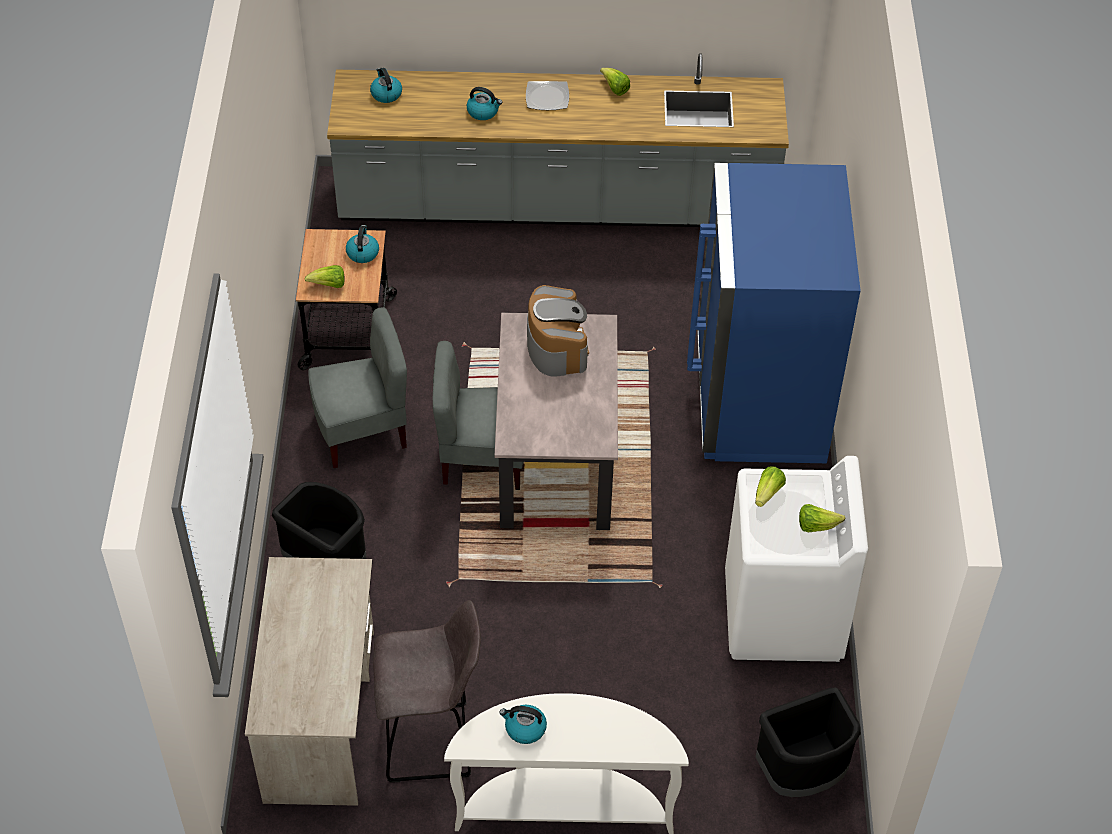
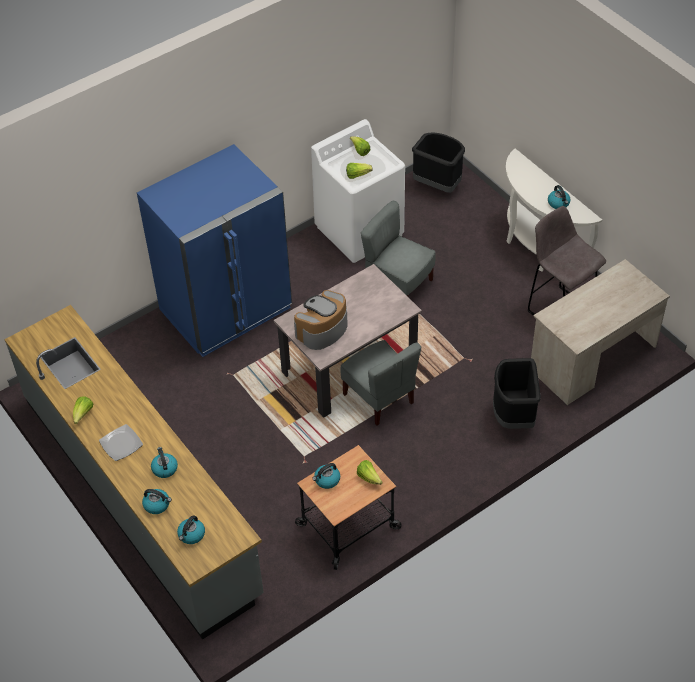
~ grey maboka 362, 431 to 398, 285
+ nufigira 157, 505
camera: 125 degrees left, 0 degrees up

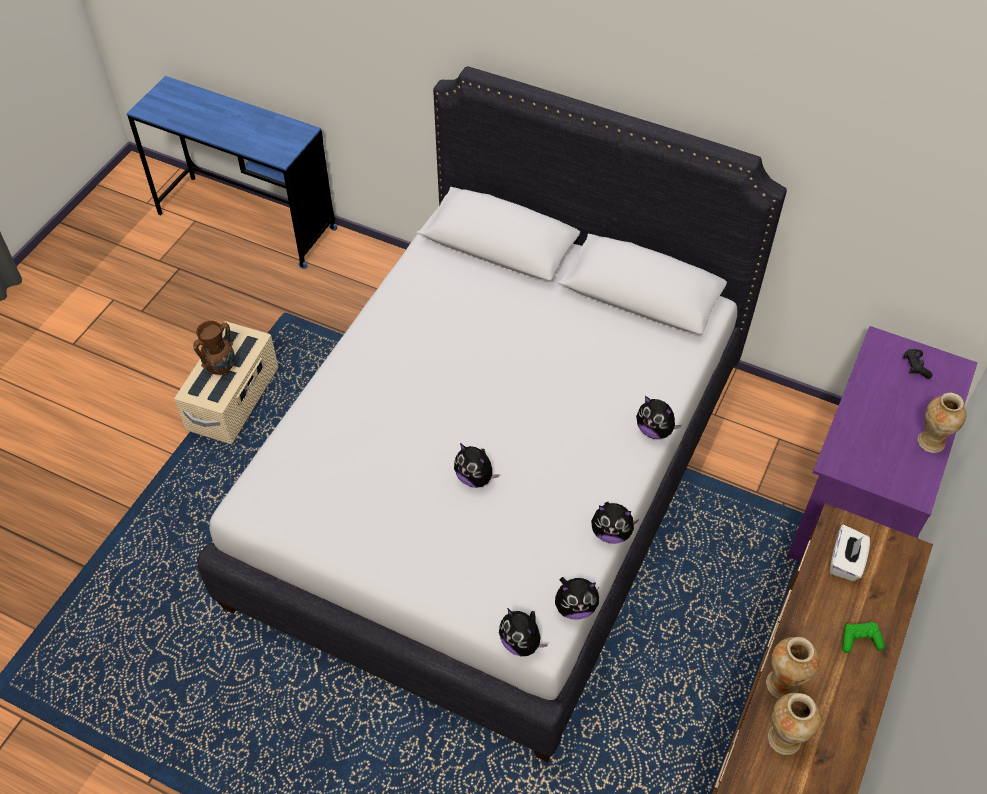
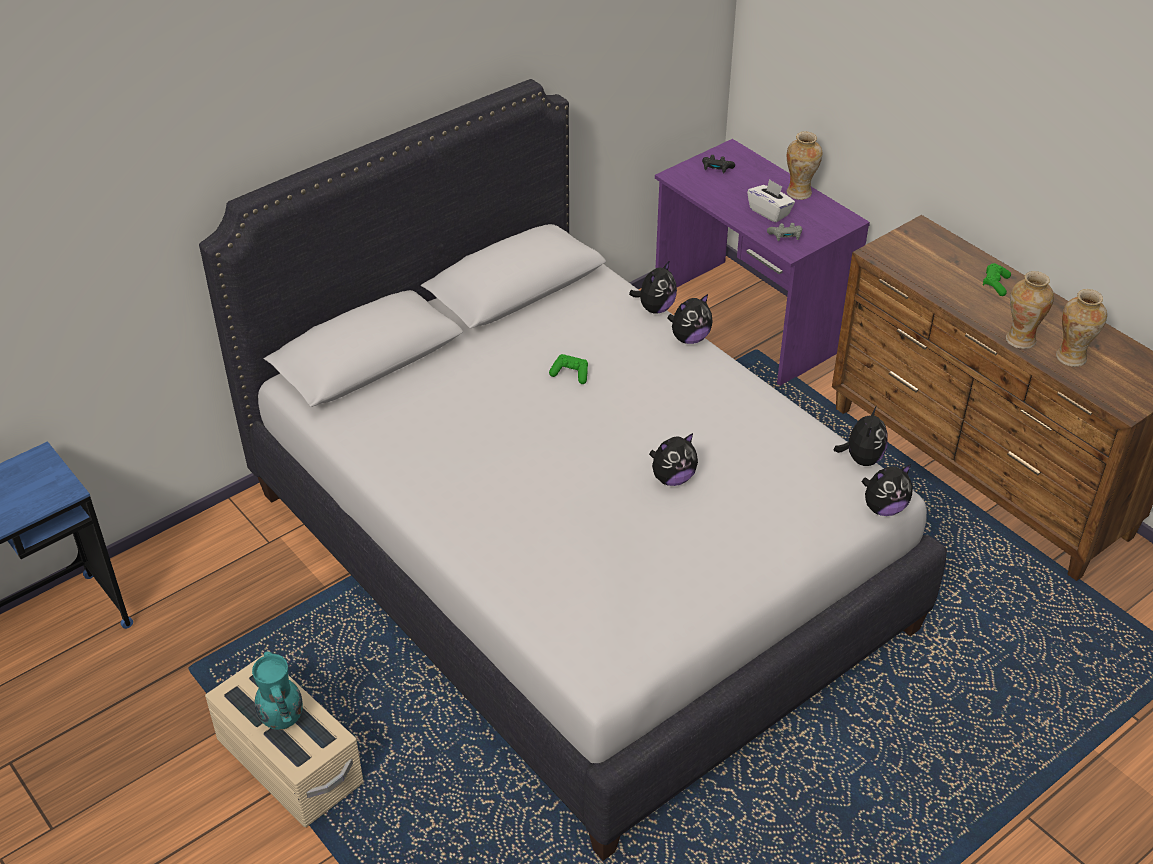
~ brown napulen 220, 368 to turquoise napulen 282, 720
~ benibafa 611, 533 to 655, 308
~ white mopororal 845, 562 to 769, 212
+ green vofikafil 570, 374
+ grey vofikafil 785, 237
camera: 65 degrees left, 10 degrees down

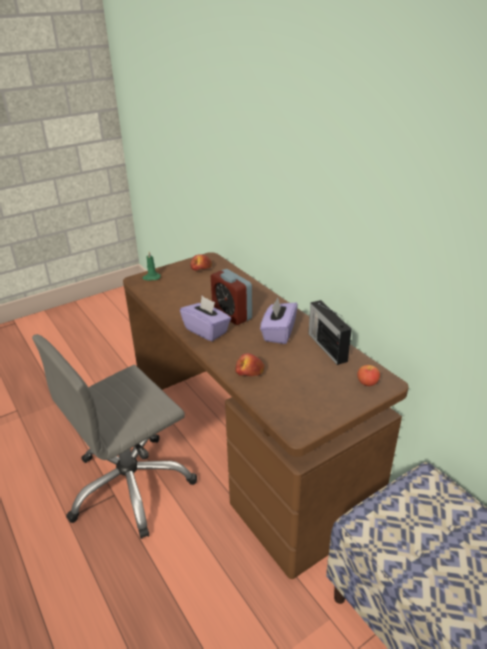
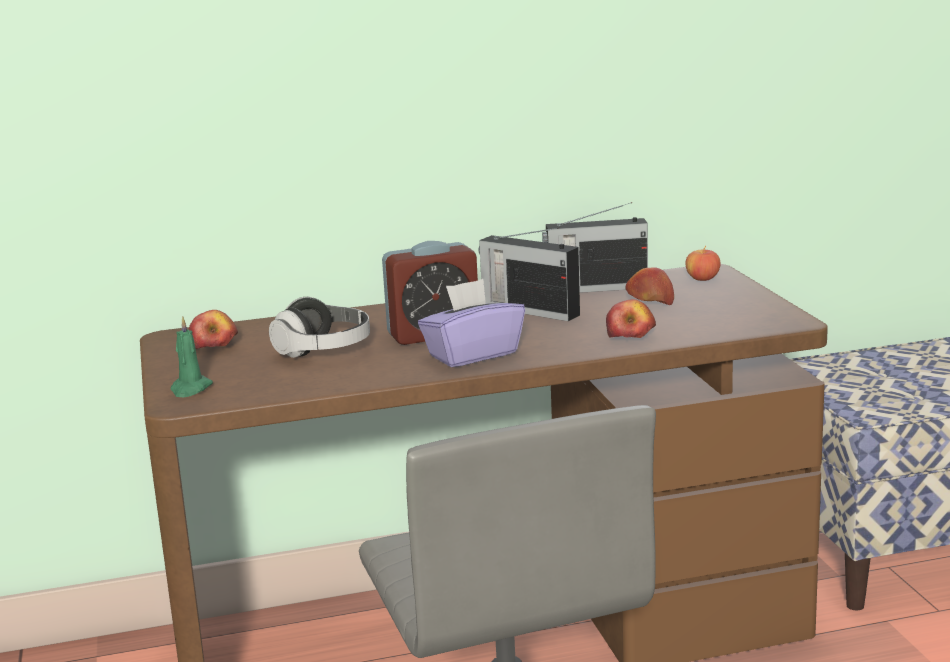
~ purple mopororal 278, 333 to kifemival 529, 310
+ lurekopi 323, 350
+ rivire 649, 301
camera: 70 degrees left, 15 degrees down

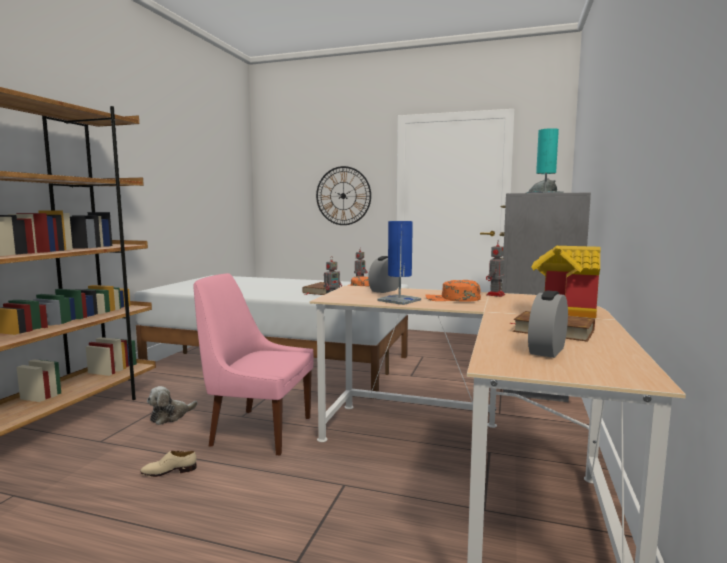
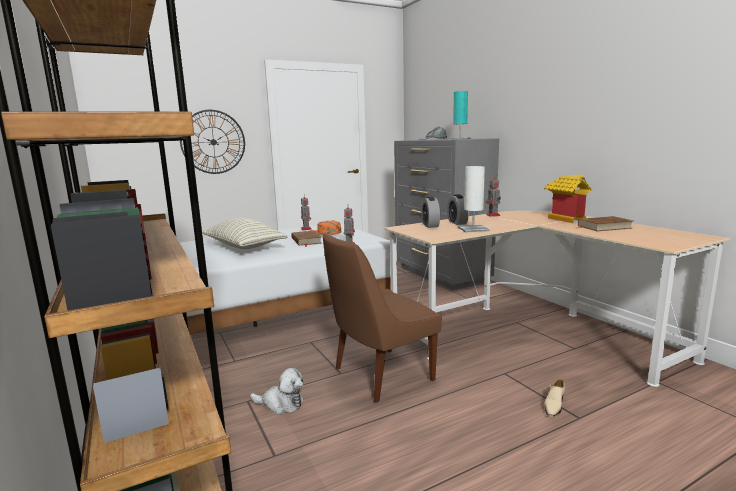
~ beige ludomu 169, 471 to 554, 405
~ benibafa 170, 416 = 281, 404 75 degrees counterclockwise
~ pink maboka 258, 431 to brown maboka 380, 375
~ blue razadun 399, 300 to white razadun 473, 229
- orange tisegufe 452, 299
~ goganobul 547, 350 to 457, 222
+ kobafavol 243, 247
camera: 45 degrees left, 5 degrees up

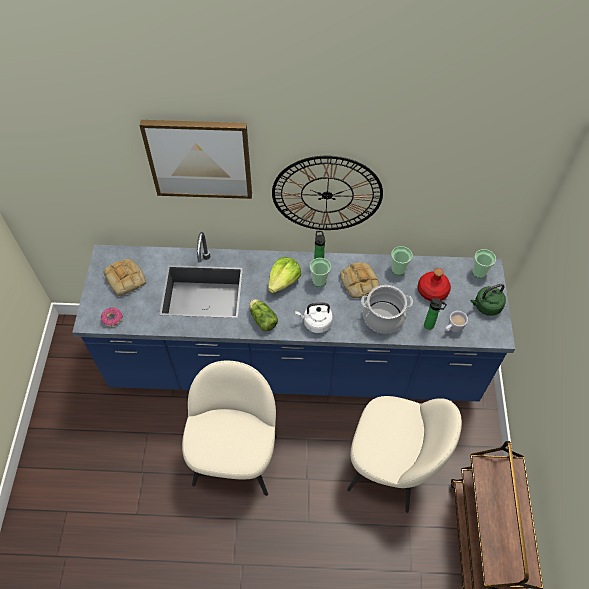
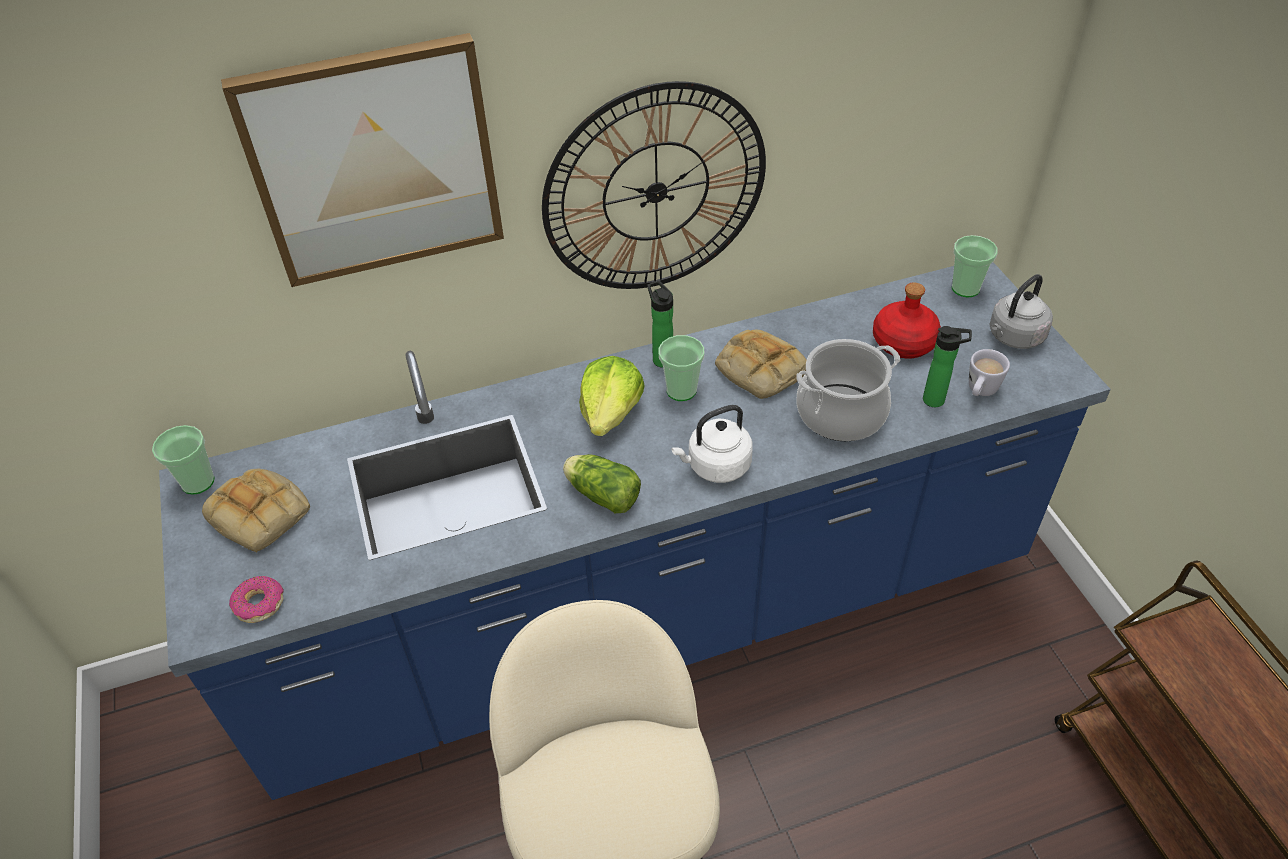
- beige maboka 391, 467
~ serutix 398, 269 to 198, 482
~ green nufigira 486, 306 to grey nufigira 1013, 337
camera: 20 degrees left, 10 degrees down

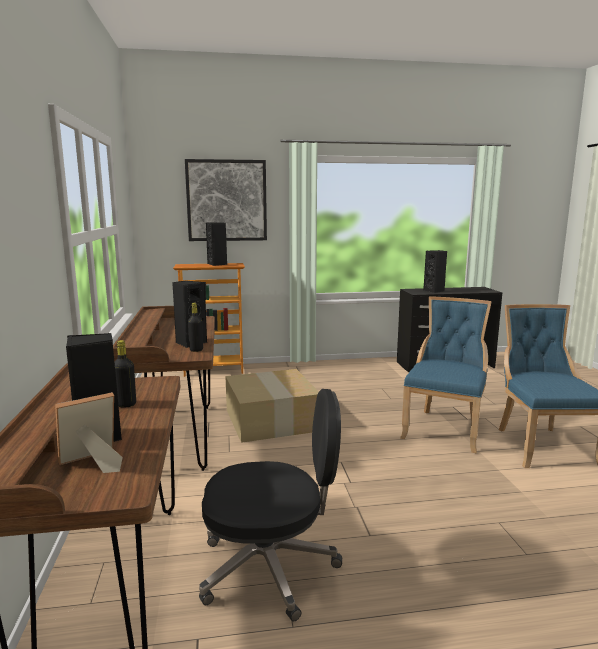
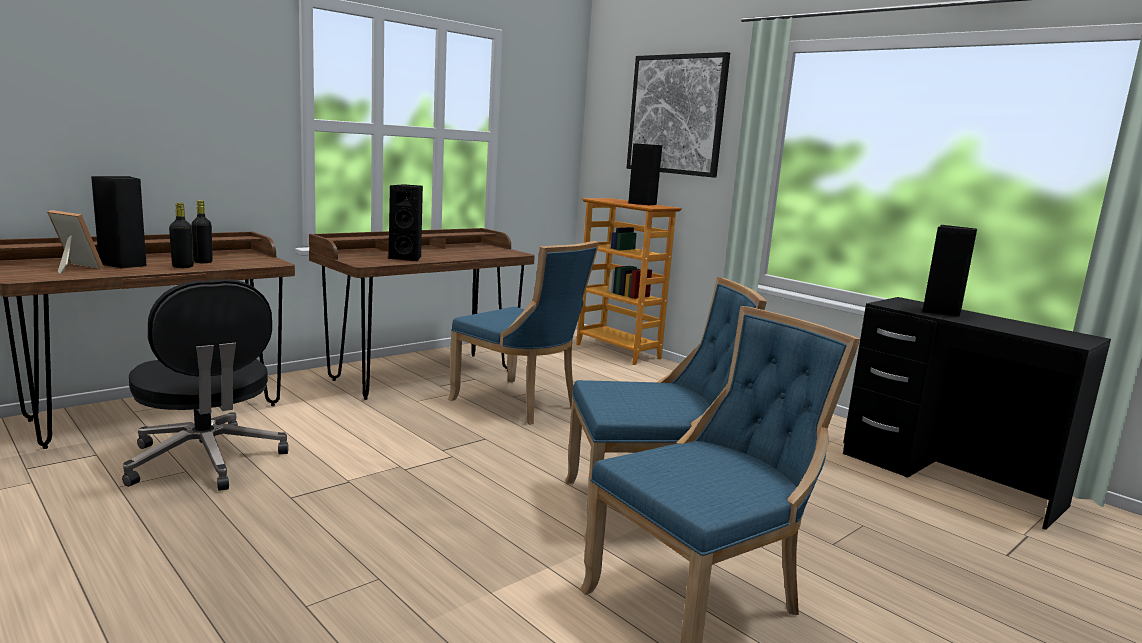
~ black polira 196, 350 to 183, 267
~ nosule 273, 420 to blue maboka 520, 404
camera: 55 degrees right, 0 degrees up

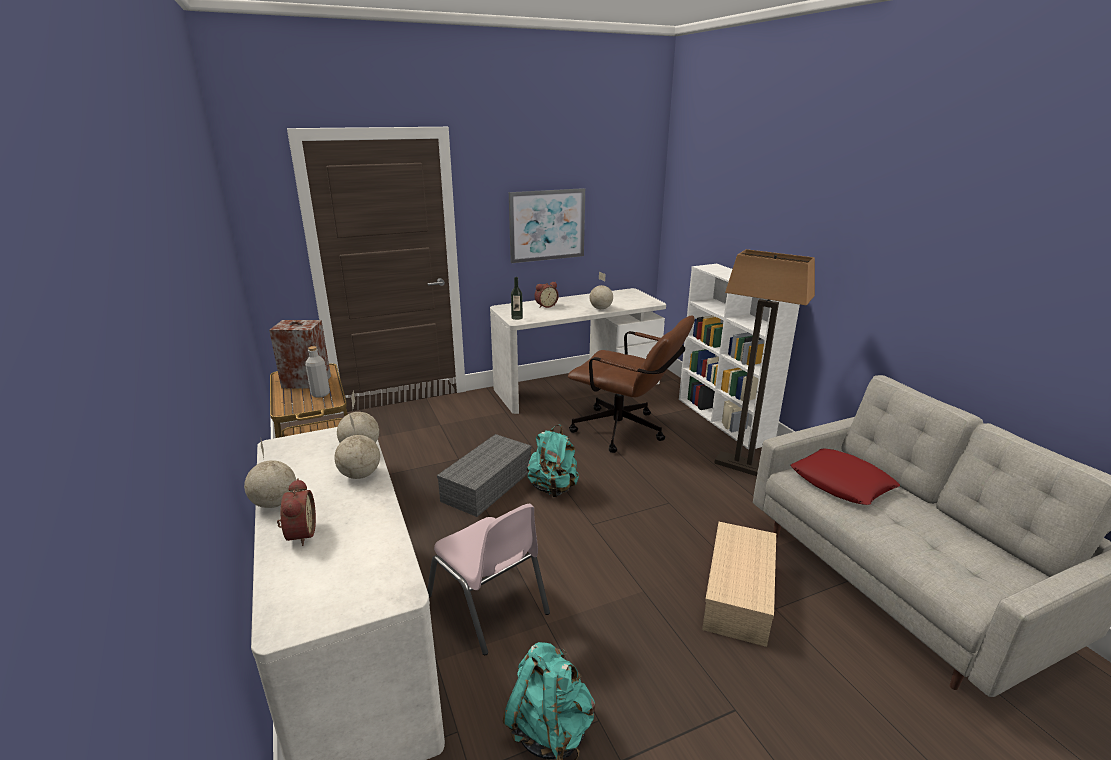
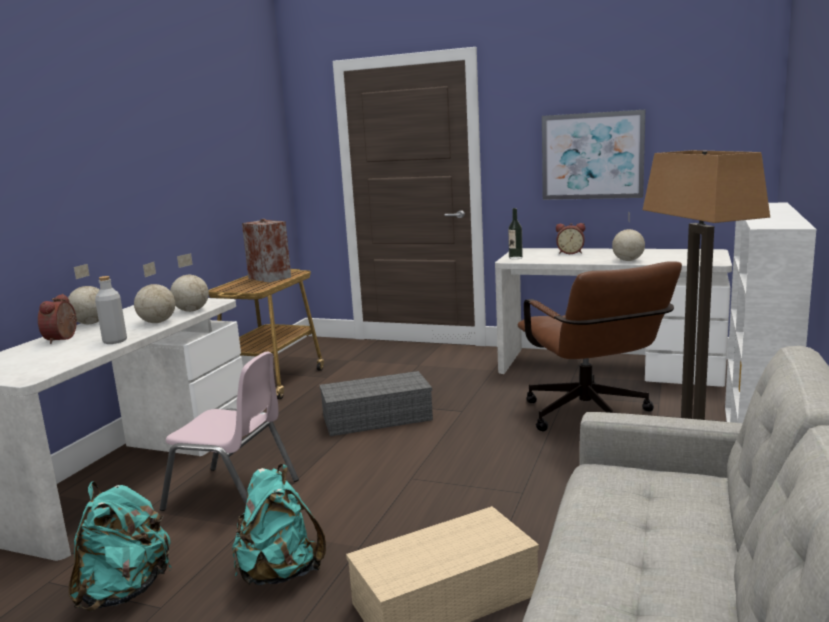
~ goganobul 299, 534 = 63, 339 150 degrees clockwise
~ grey polira 320, 394 to 115, 341
~ pink maboka 488, 604 = 232, 495 75 degrees counterclockwise
~ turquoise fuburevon 553, 488 to 279, 573
- red kobafavol 841, 483
camera: 45 degrees right, 10 degrees down

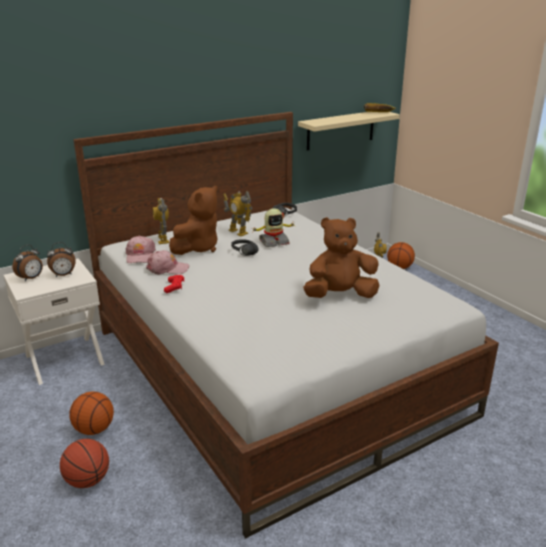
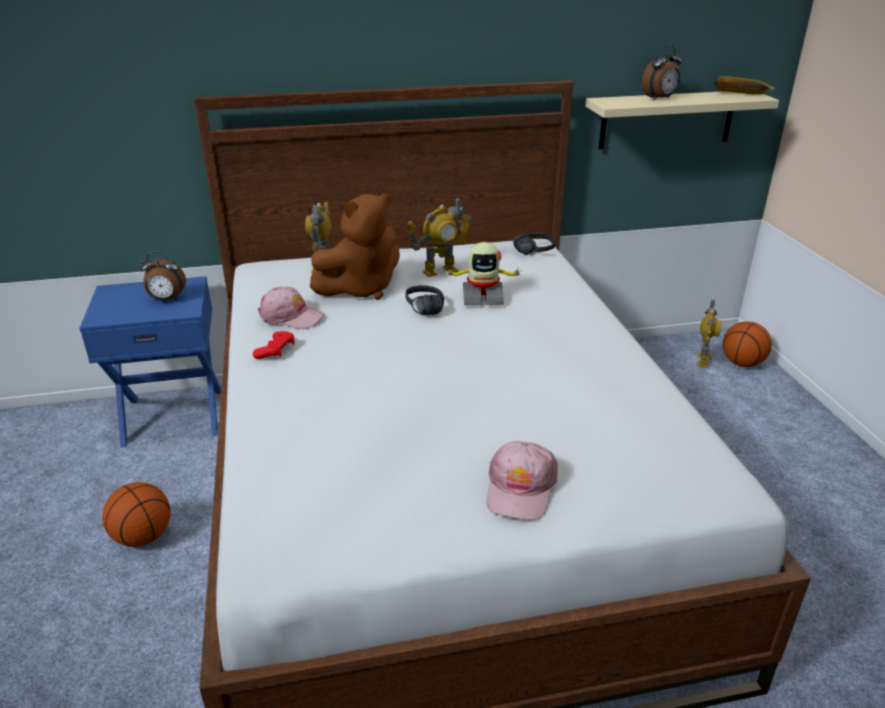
~ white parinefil 64, 359 to blue parinefil 173, 415
~ goganobul 31, 278 to 660, 99
- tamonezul 87, 480
~ pink tisegufe 140, 255 to 520, 488
~ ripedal 238, 232 = 440, 271 90 degrees counterclockwise
- brown benibafa 340, 295
camera: 20 degrees right, 5 degrees up

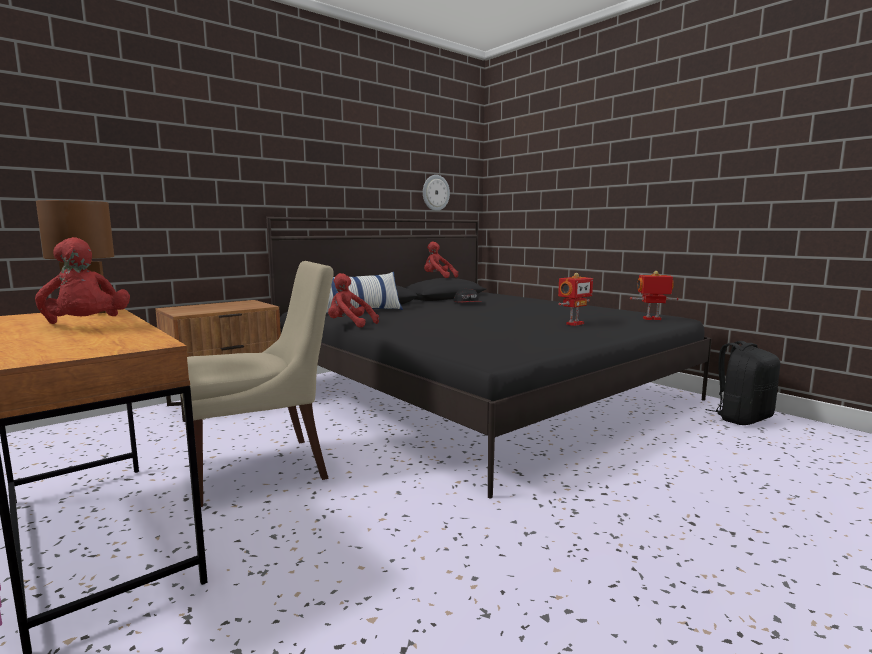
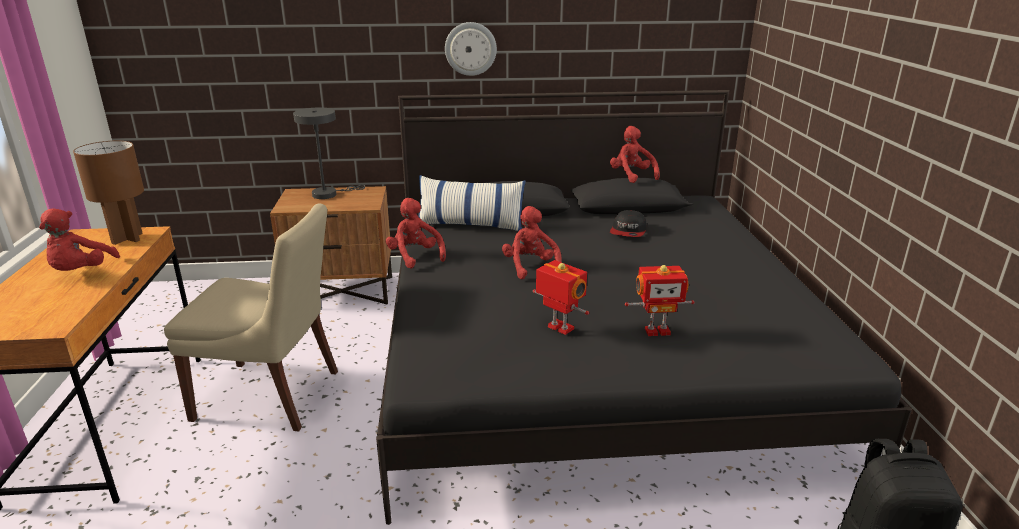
~ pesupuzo 435, 192 to 470, 49
~ ripedal 652, 319 to 559, 328
+ grey razadun 328, 194
+ red benibafa 530, 267
camera: 35 degrees right, 15 degrees up

